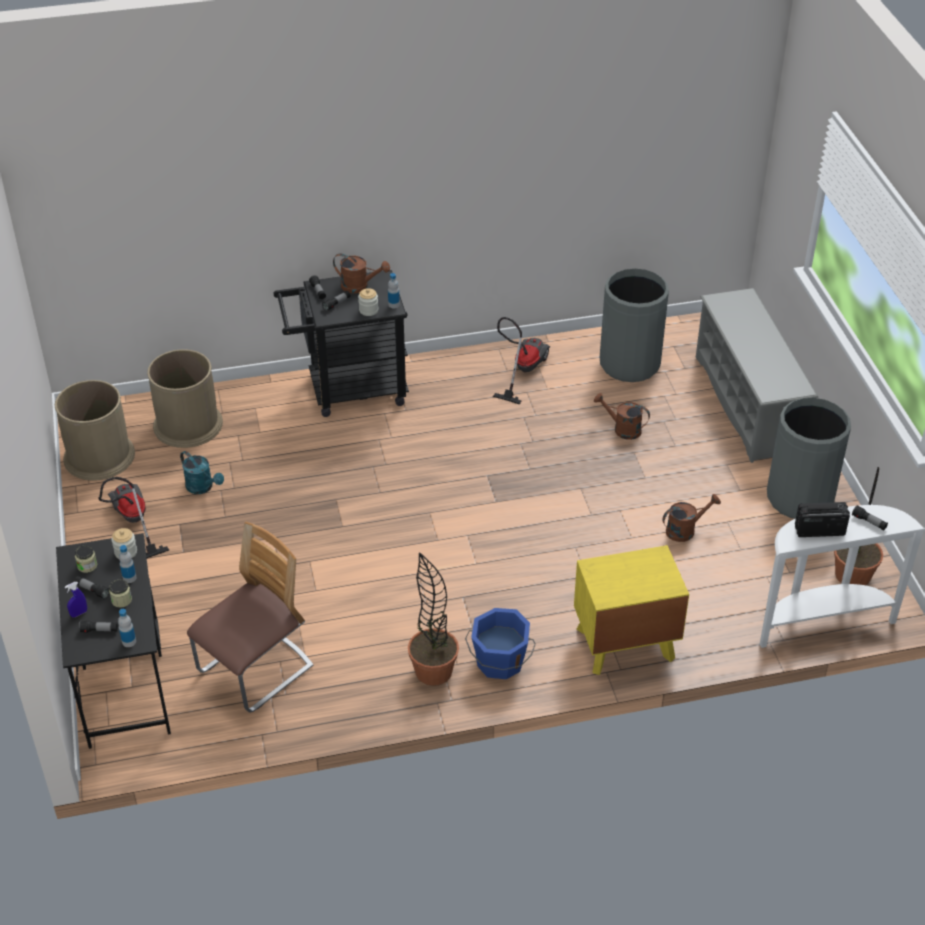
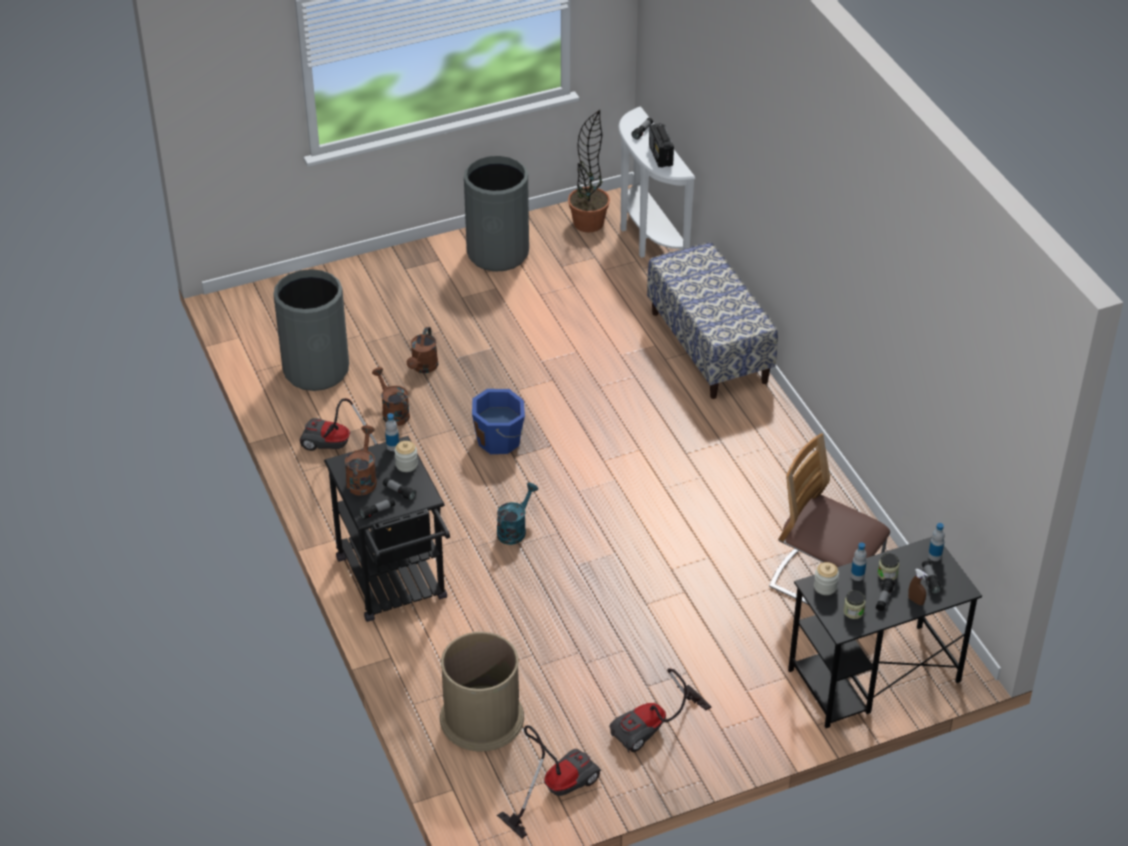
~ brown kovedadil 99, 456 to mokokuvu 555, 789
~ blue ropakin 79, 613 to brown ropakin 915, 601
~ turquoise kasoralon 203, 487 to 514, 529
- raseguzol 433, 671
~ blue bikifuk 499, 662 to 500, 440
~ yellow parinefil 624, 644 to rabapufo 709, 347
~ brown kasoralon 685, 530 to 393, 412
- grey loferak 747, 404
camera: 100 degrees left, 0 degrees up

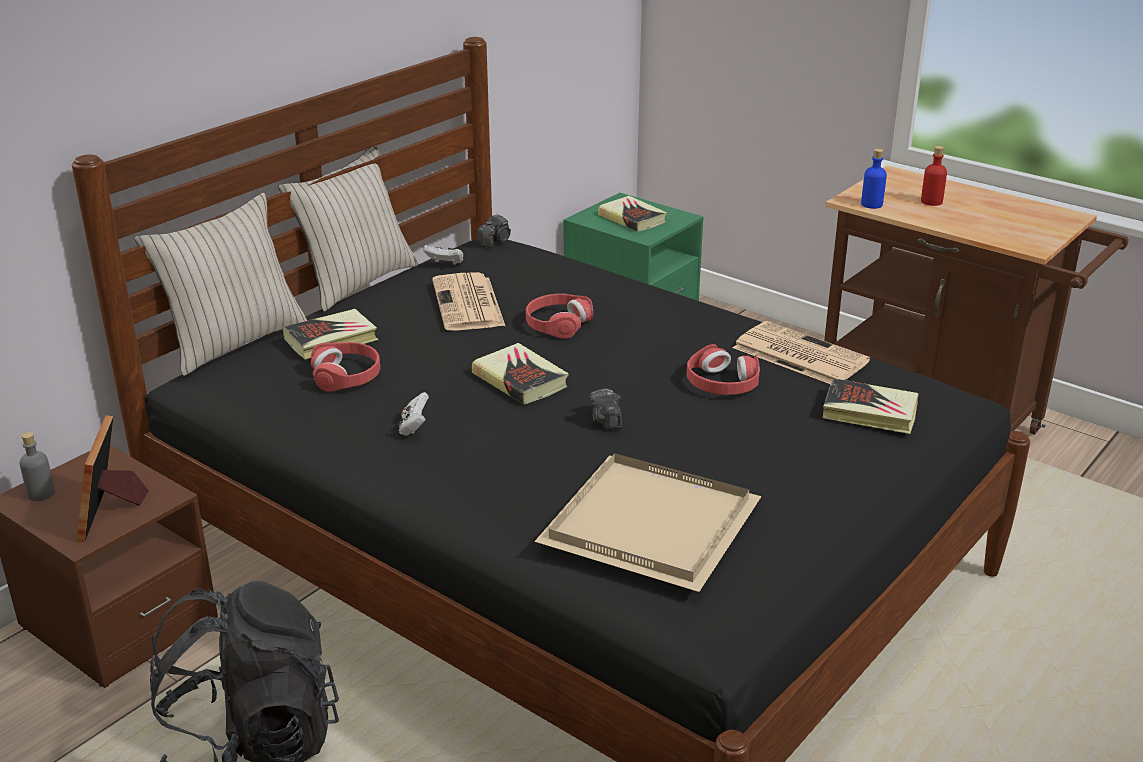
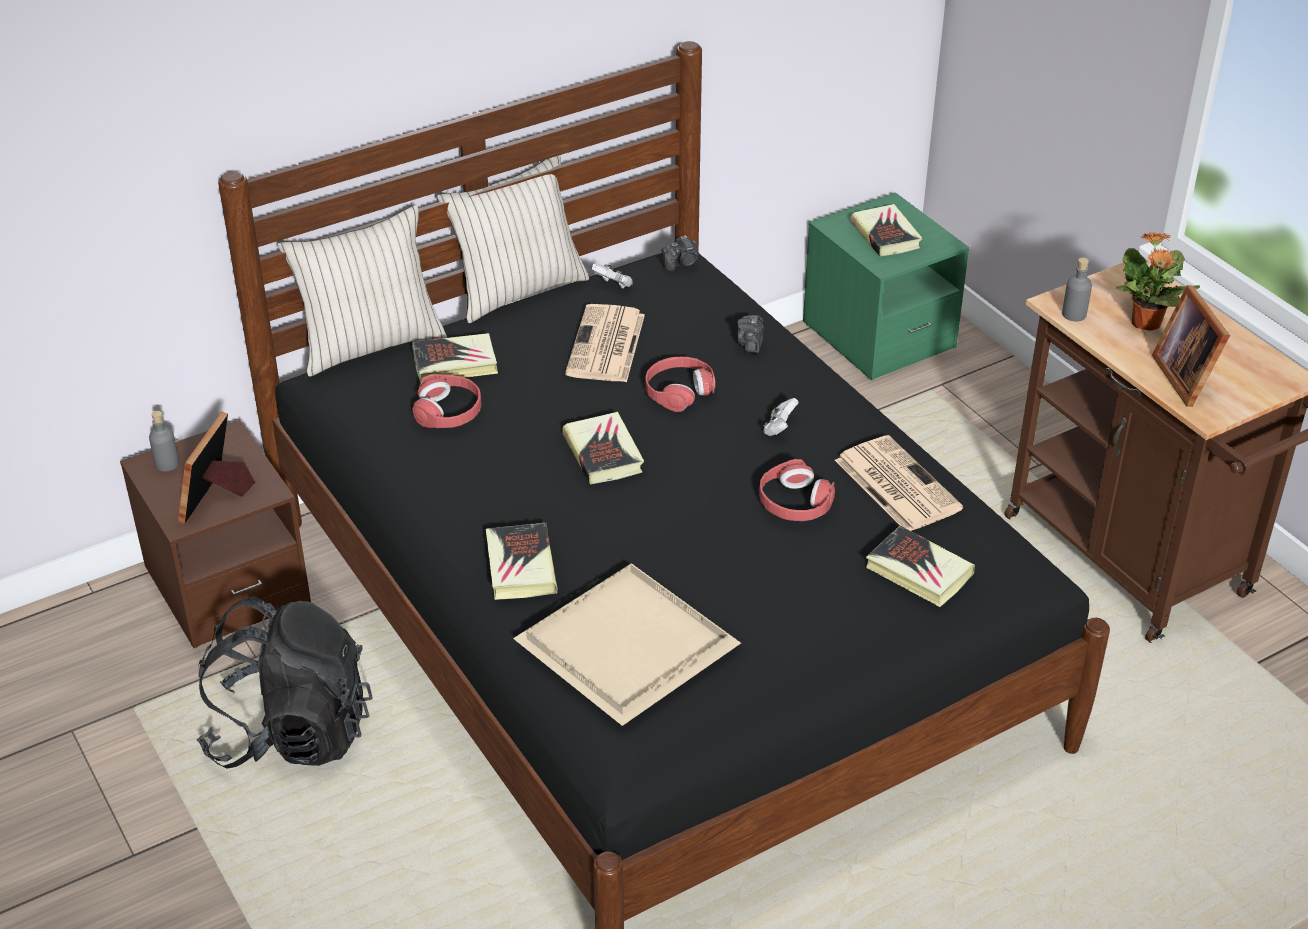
~ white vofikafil 414, 427 to 779, 428
~ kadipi 605, 421 to 750, 343
~ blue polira 871, 204 to grey polira 1074, 314
~ red polira 931, 201 to raseguzol 1145, 323
+ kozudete 520, 567
+ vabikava 1187, 377
camera: 20 degrees right, 10 degrees up

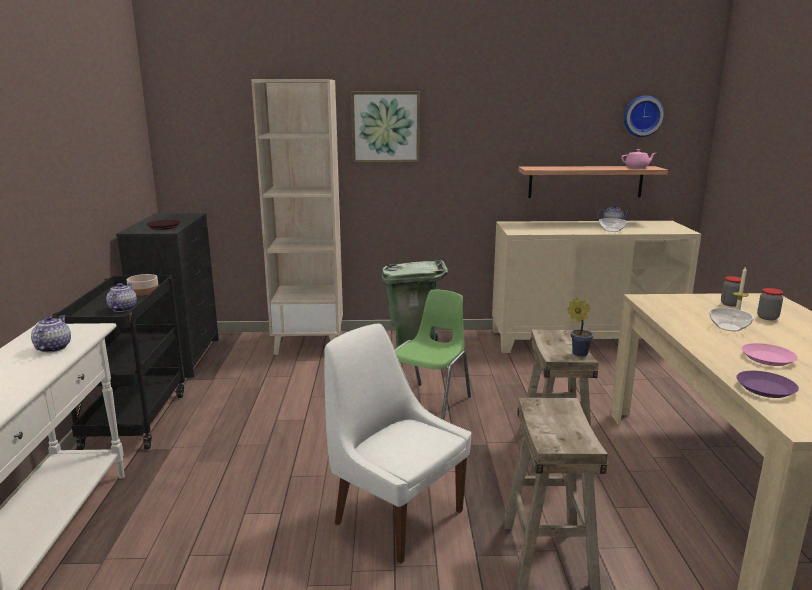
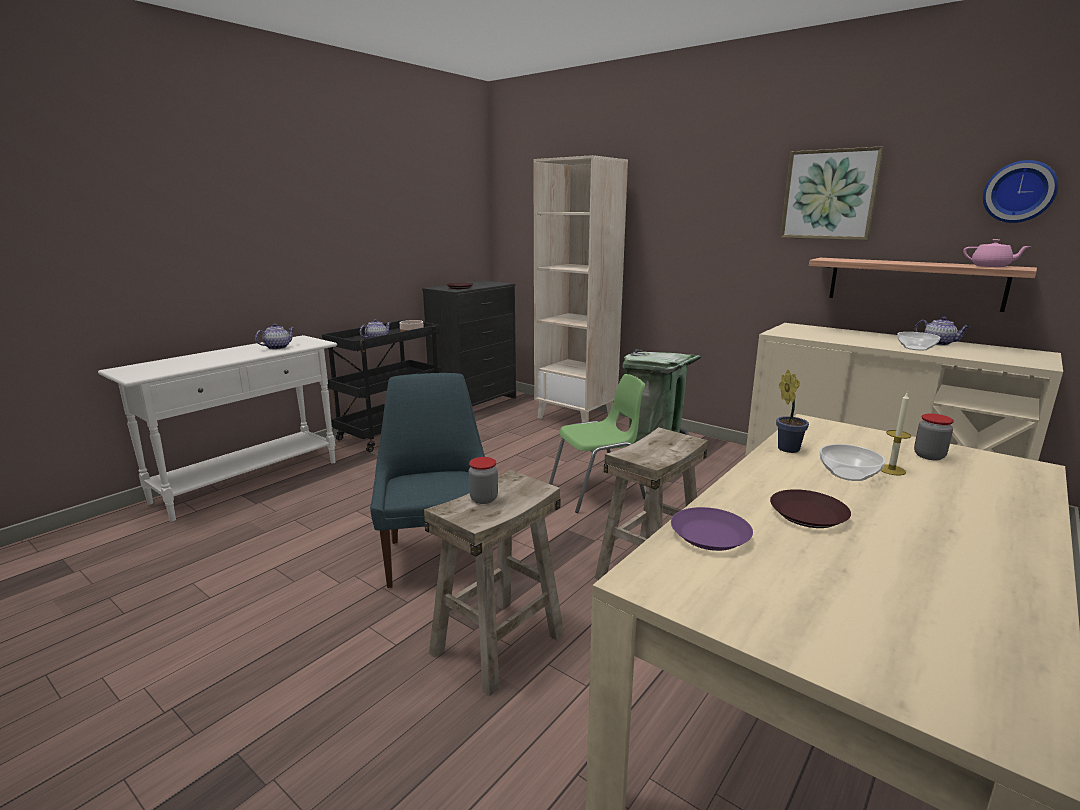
~ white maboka 395, 515 to blue maboka 437, 556
~ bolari 385, 127 to 829, 195
~ raseguzol 578, 353 to 787, 448
~ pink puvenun 767, 358 to brown puvenun 808, 514
~ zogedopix 767, 317 to 484, 499
camera: 40 degrees right, 0 degrees up

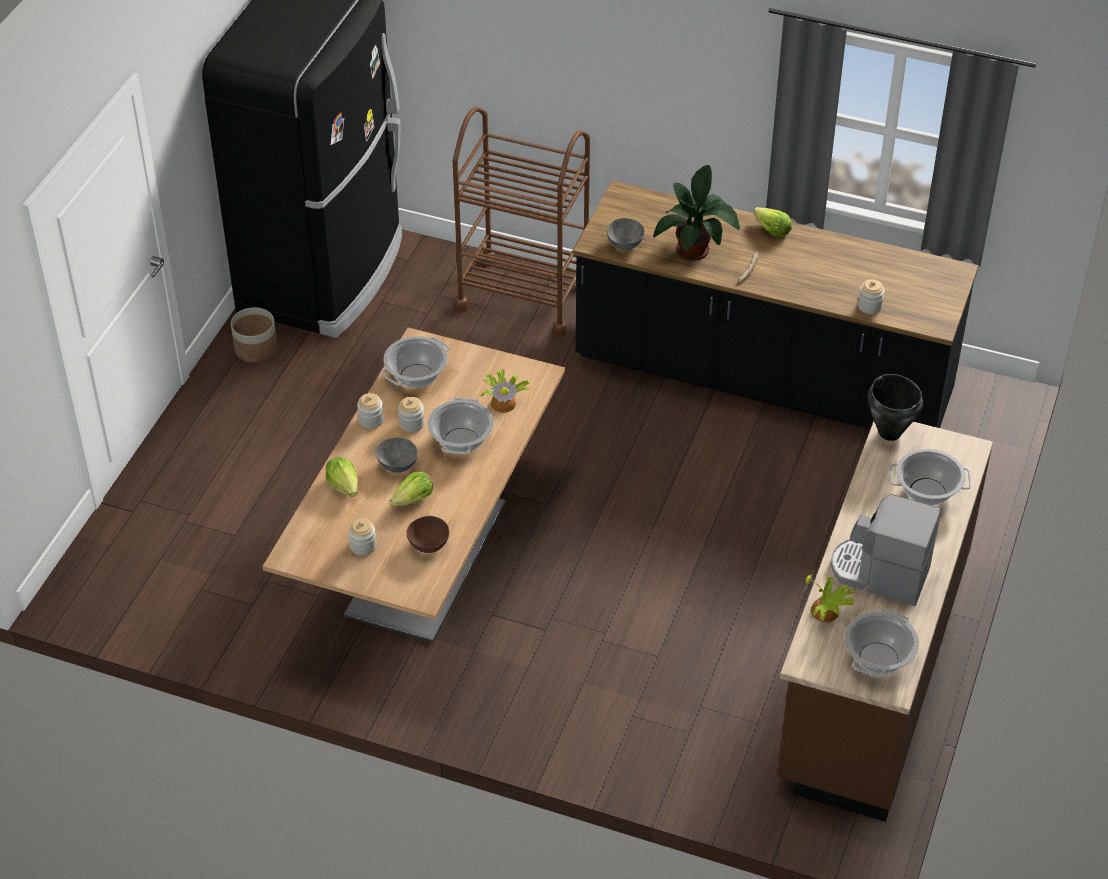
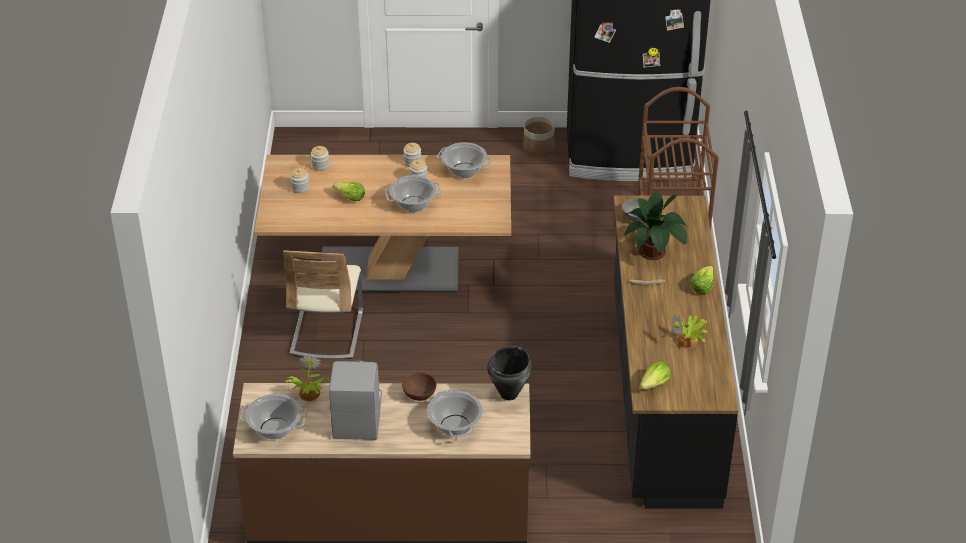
~ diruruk 344, 485 to 654, 384
- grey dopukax 397, 464
~ brown dopukax 428, 545 to 418, 395
~ raseguzol 504, 402 to 688, 341
~ zogedopix 869, 306 to 320, 166
+ beige maboka 326, 332
camera: 70 degrees right, 5 degrees down

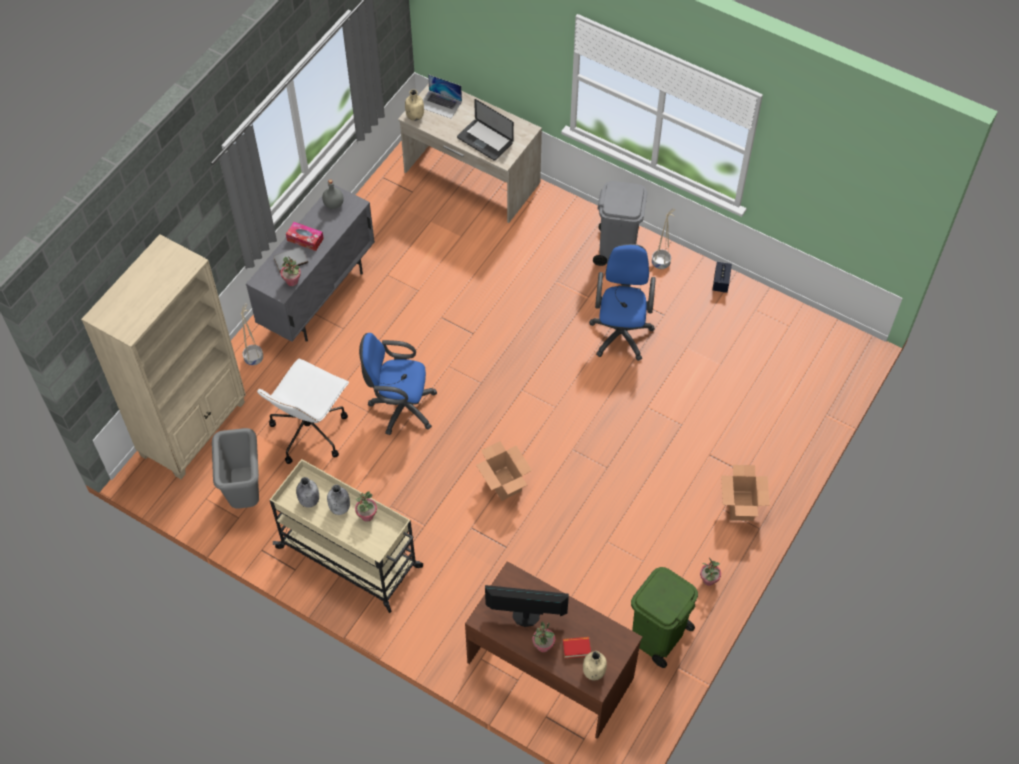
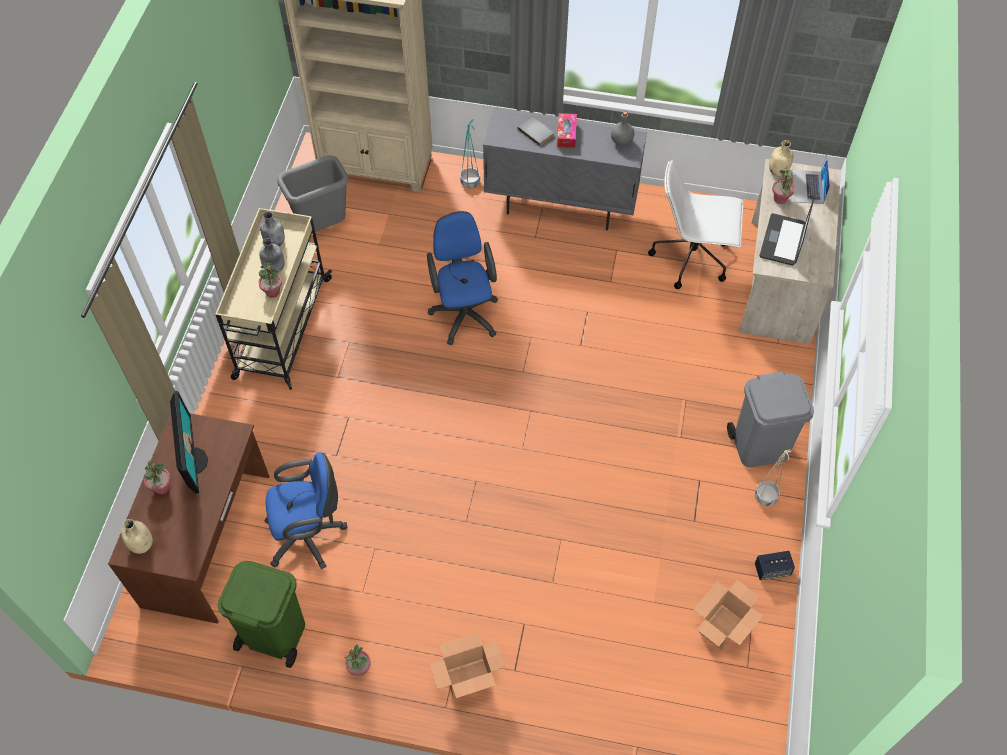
~ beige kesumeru 254, 358 to turquoise kesumeru 470, 182
~ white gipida 310, 430 to 692, 258
~ raseguzol 292, 281 to 780, 199
~ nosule 504, 484 to 721, 627
- kozudete 576, 648
~ blue gipida 621, 331 to 309, 535
camera: 70 degrees right, 0 degrees up

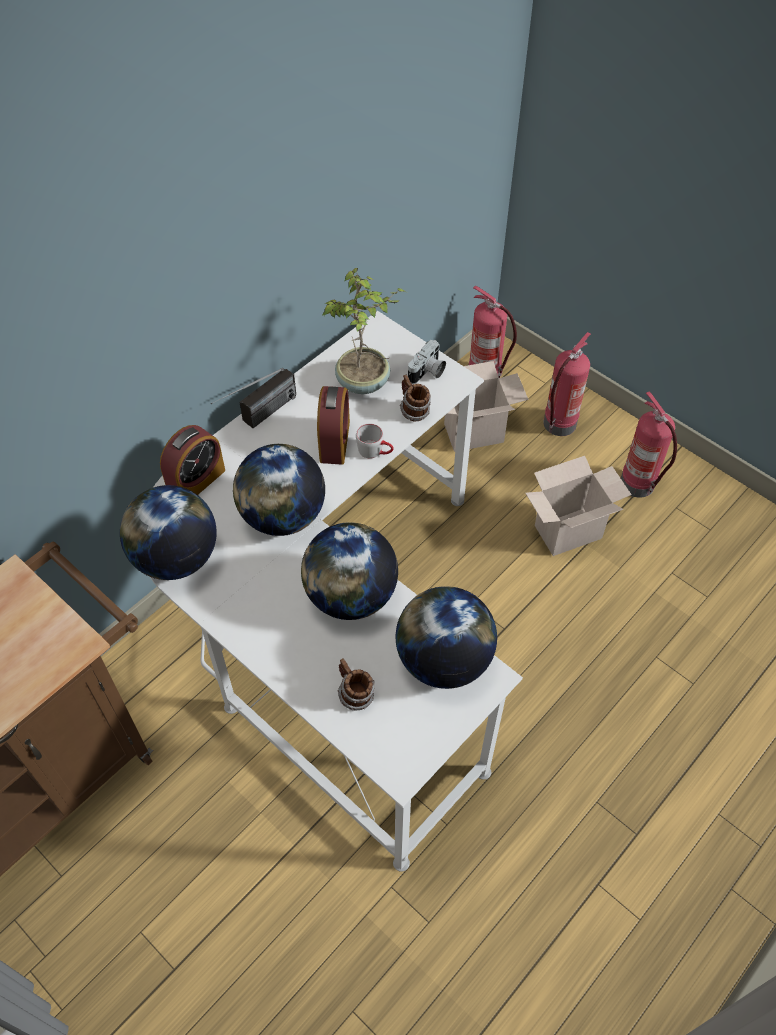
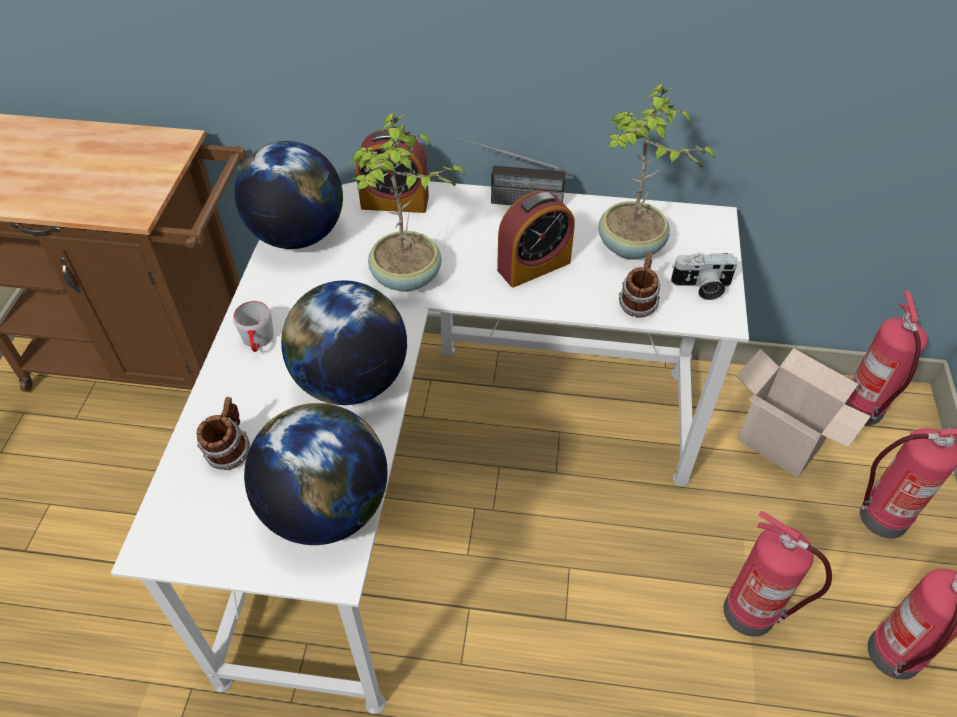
~ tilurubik 283, 516 to raseguzol 406, 278
~ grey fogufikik 375, 451 to 258, 342
~ nosule 569, 530 to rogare 752, 612
camera: 55 degrees right, 5 degrees down

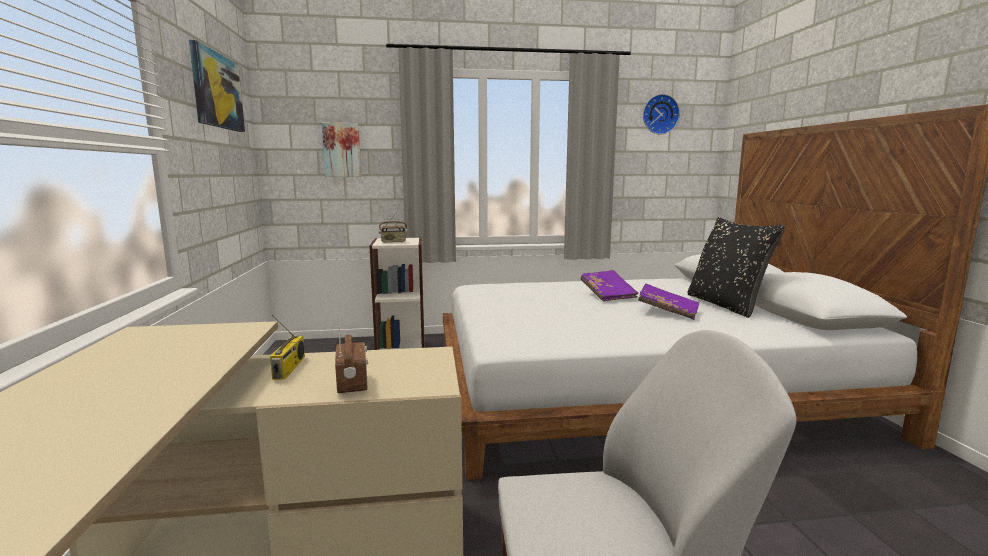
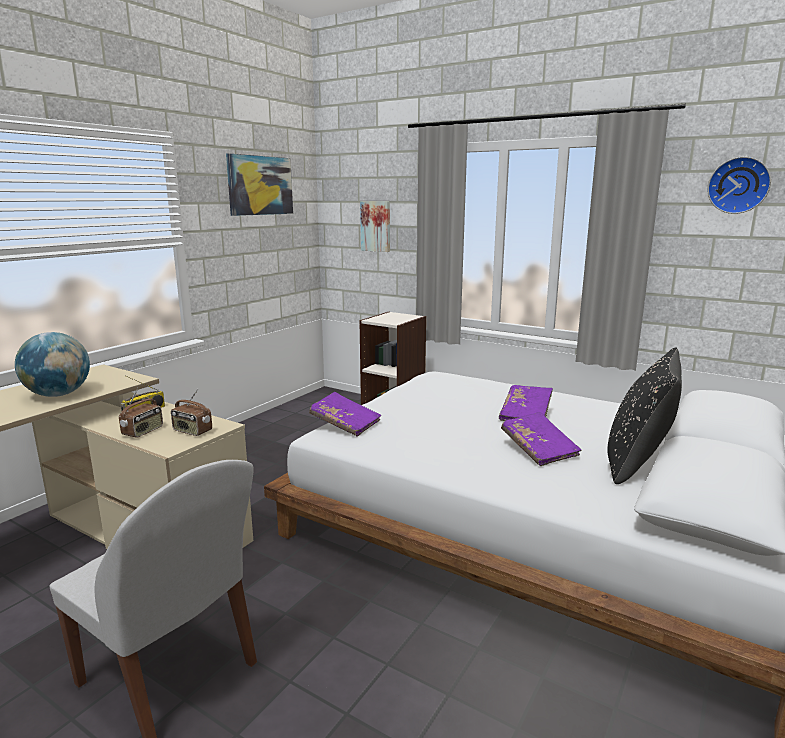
~ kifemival 393, 242 to 192, 431
+ tilurubik 58, 395
+ purple kozudete 345, 424
camera: 40 degrees right, 5 degrees up

